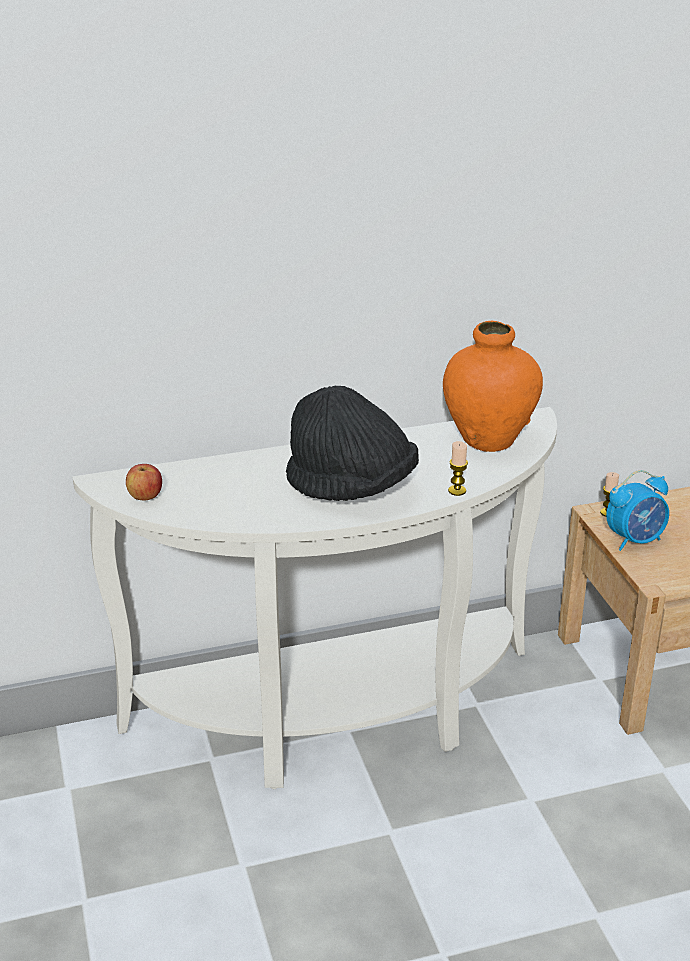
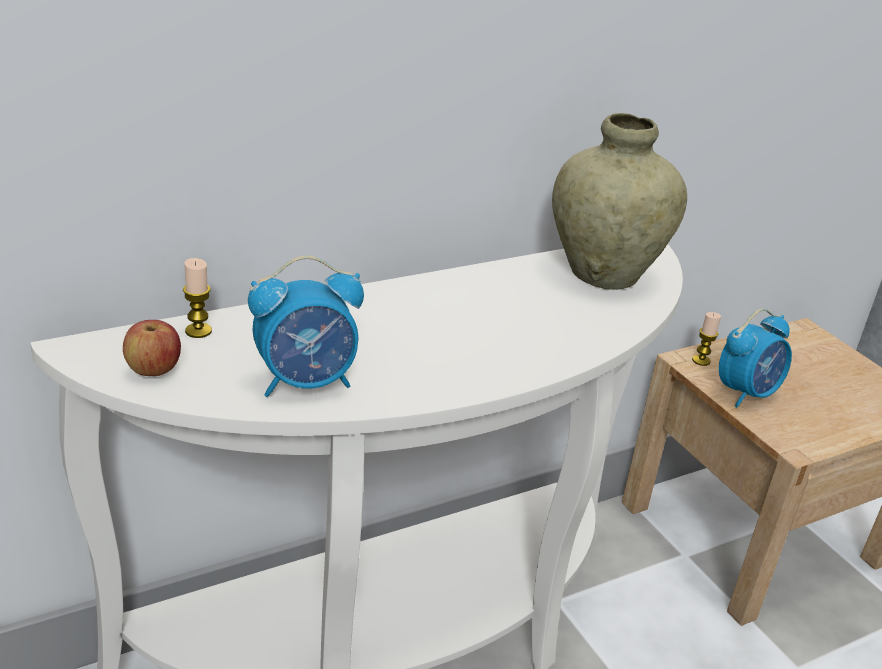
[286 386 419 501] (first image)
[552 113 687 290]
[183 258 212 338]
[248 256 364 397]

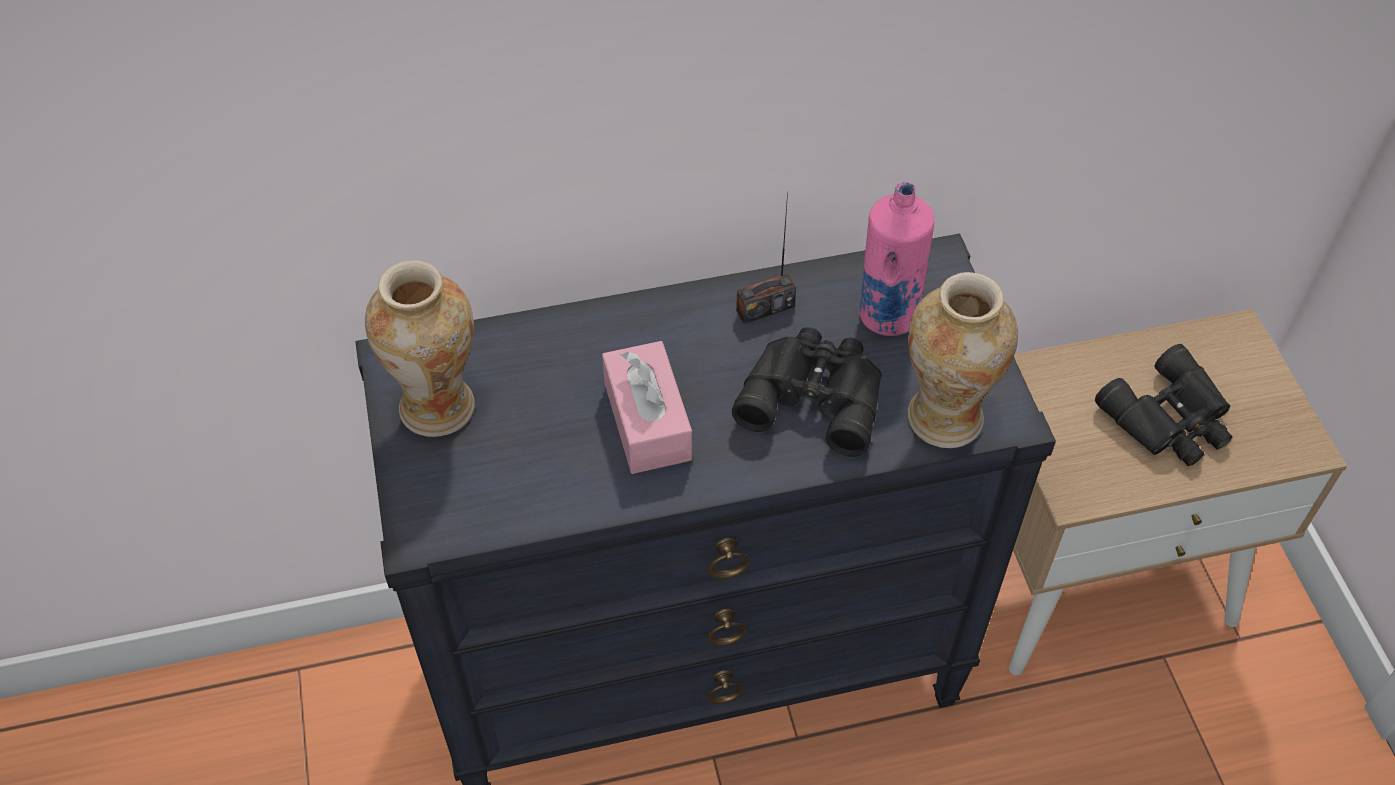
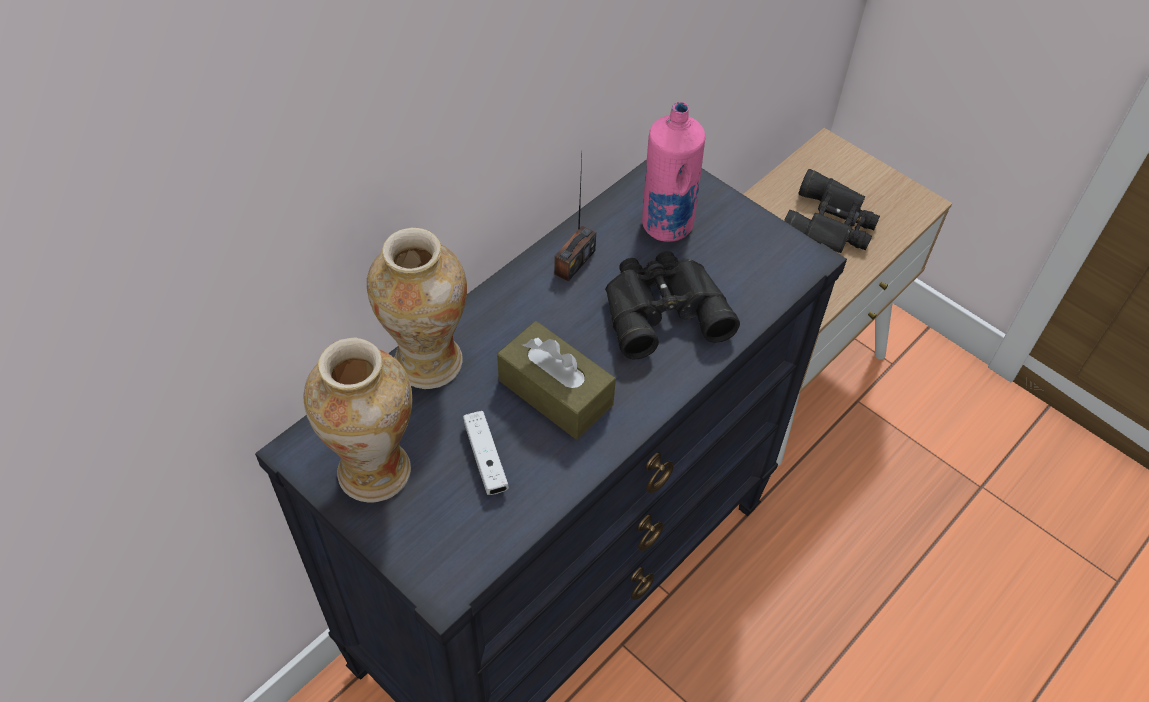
[497 321 616 439]
[367 228 467 389]
[463 411 509 495]

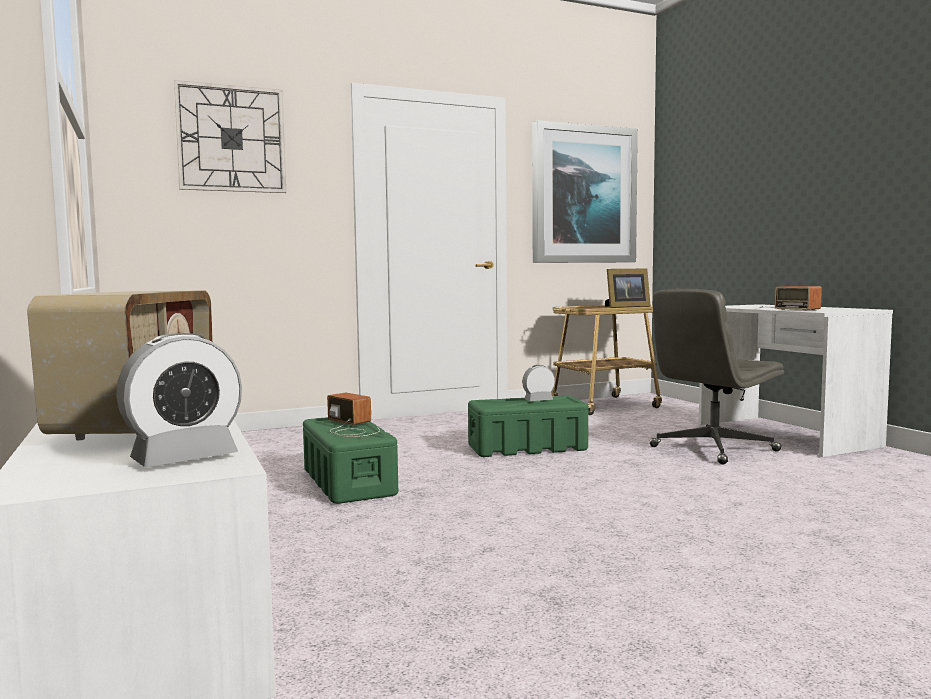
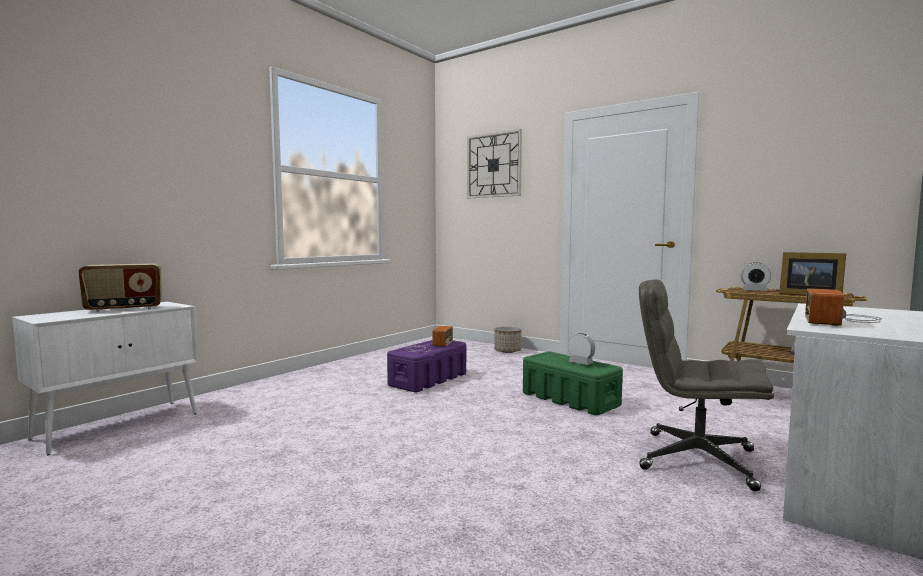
[741 262 771 291]
[387 340 466 392]
[532 120 638 263] (first image)
[494 326 522 353]

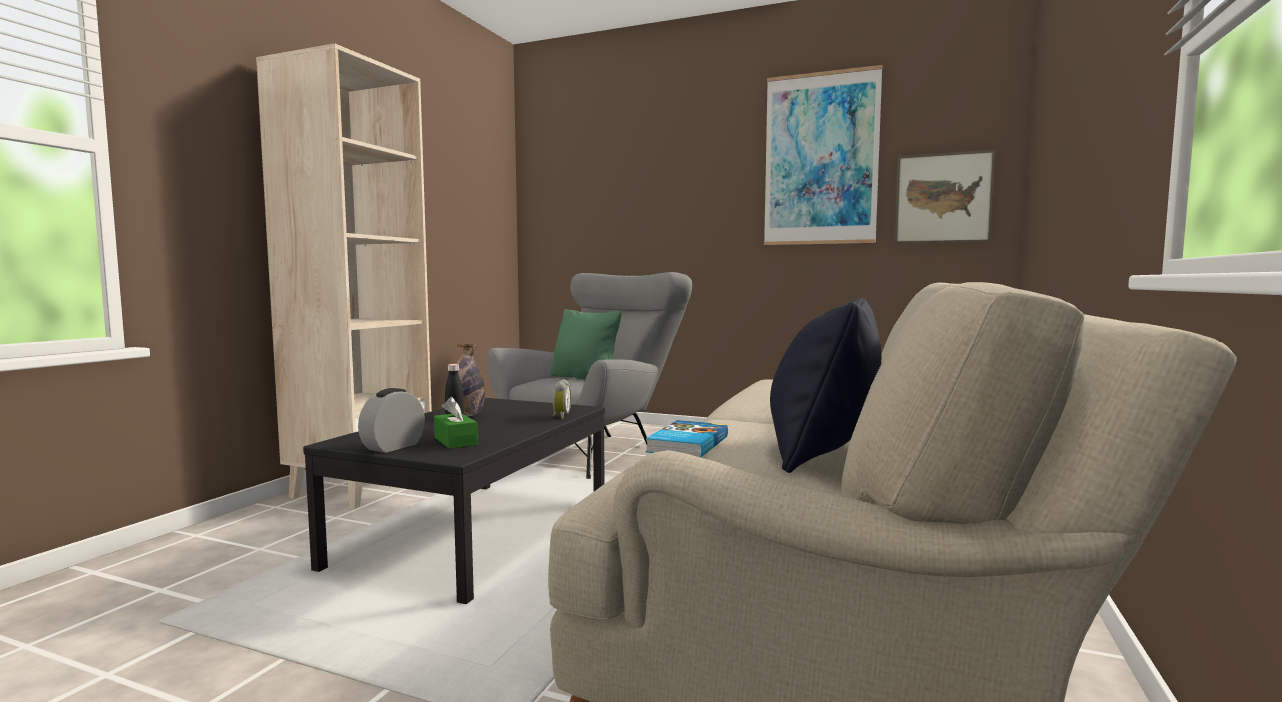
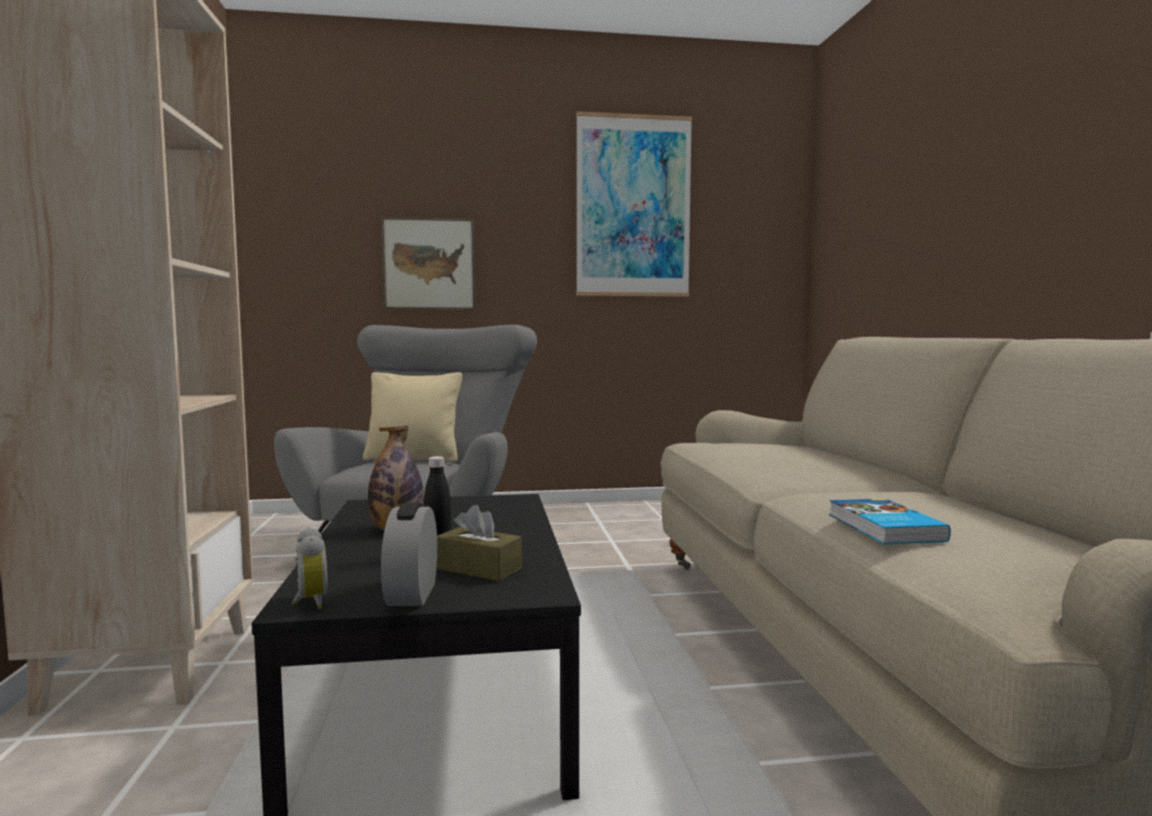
[437 505 522 581]
[363 372 462 462]
[292 527 327 609]
[770 298 881 473] (first image)
[381 216 476 310]

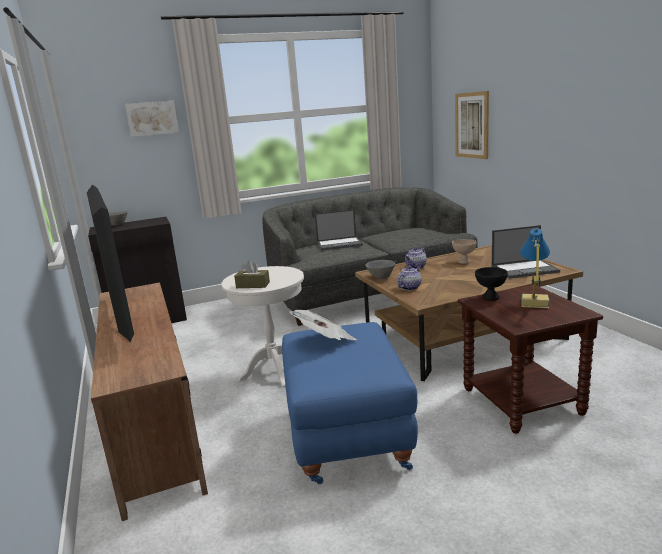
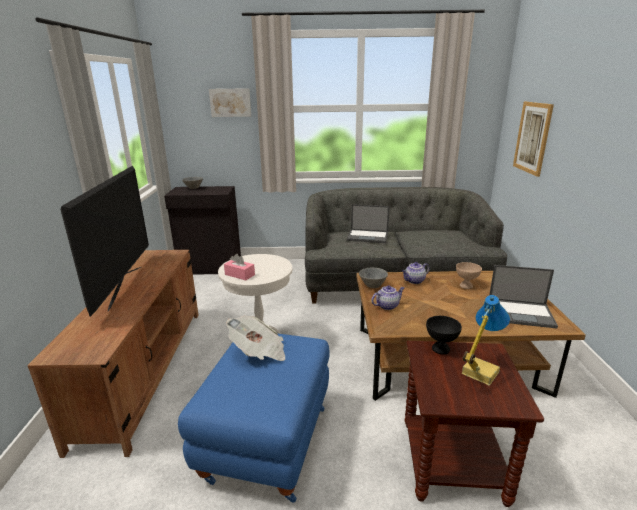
[224 254 255 280]

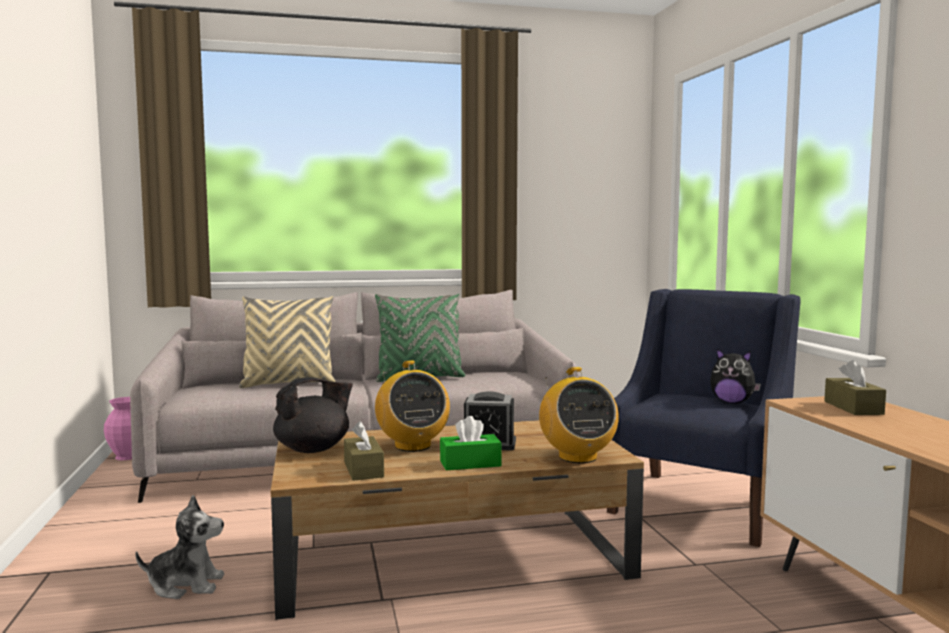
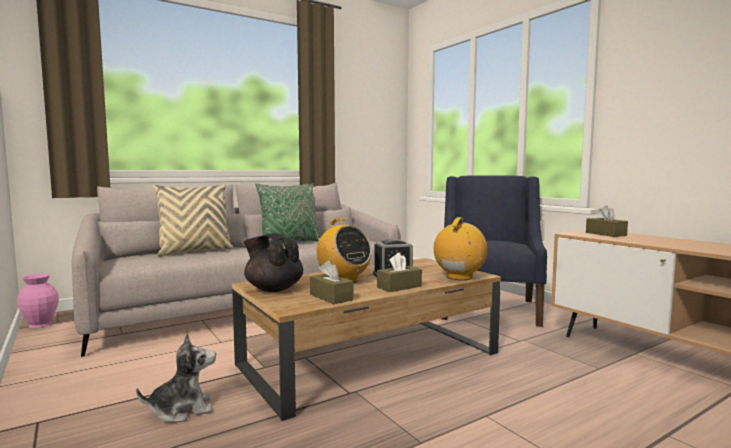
[244 233 303 292]
[377 253 422 292]
[434 217 488 280]
[710 348 761 403] (first image)

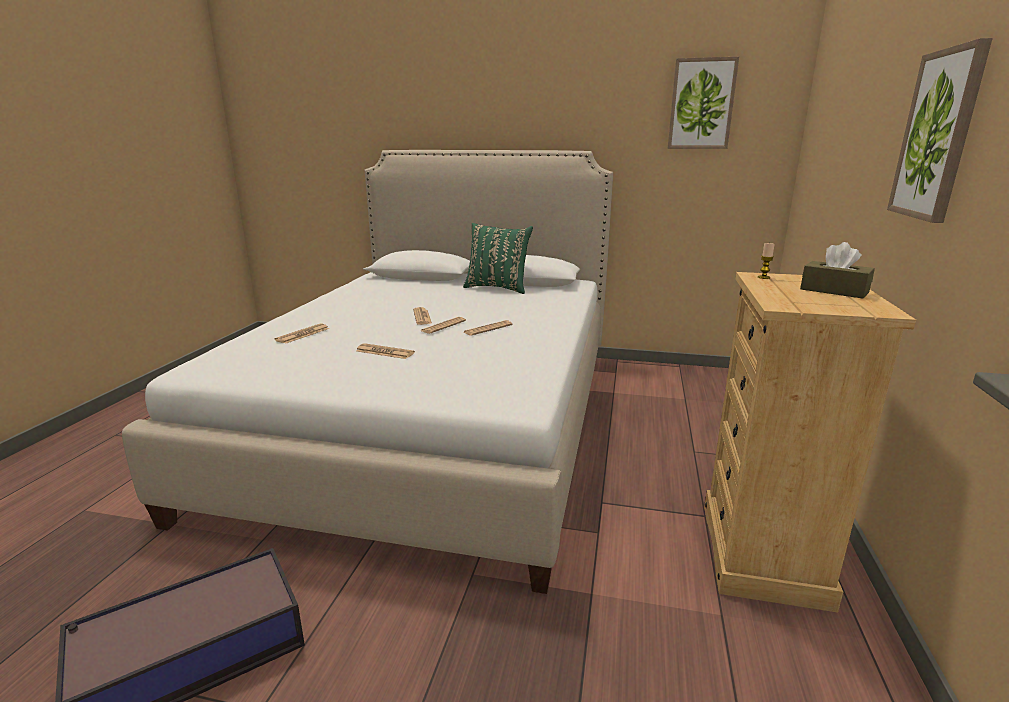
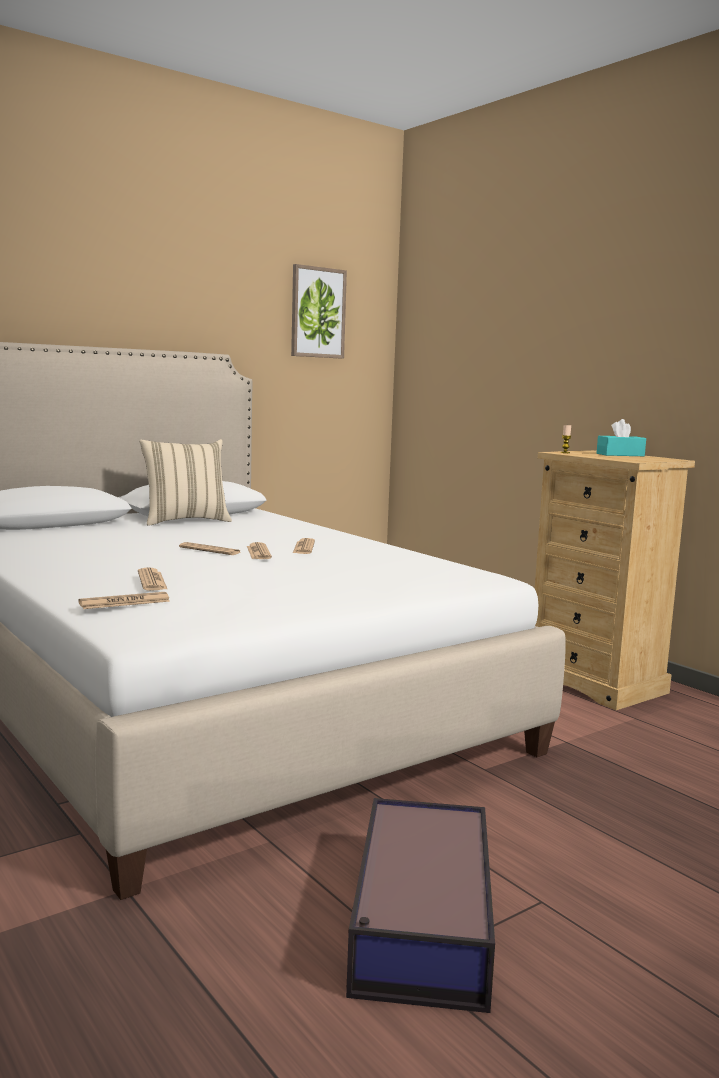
[78 592 170 609]
[139 439 232 526]
[597 419 646 456]
[887 38 993 223] (first image)

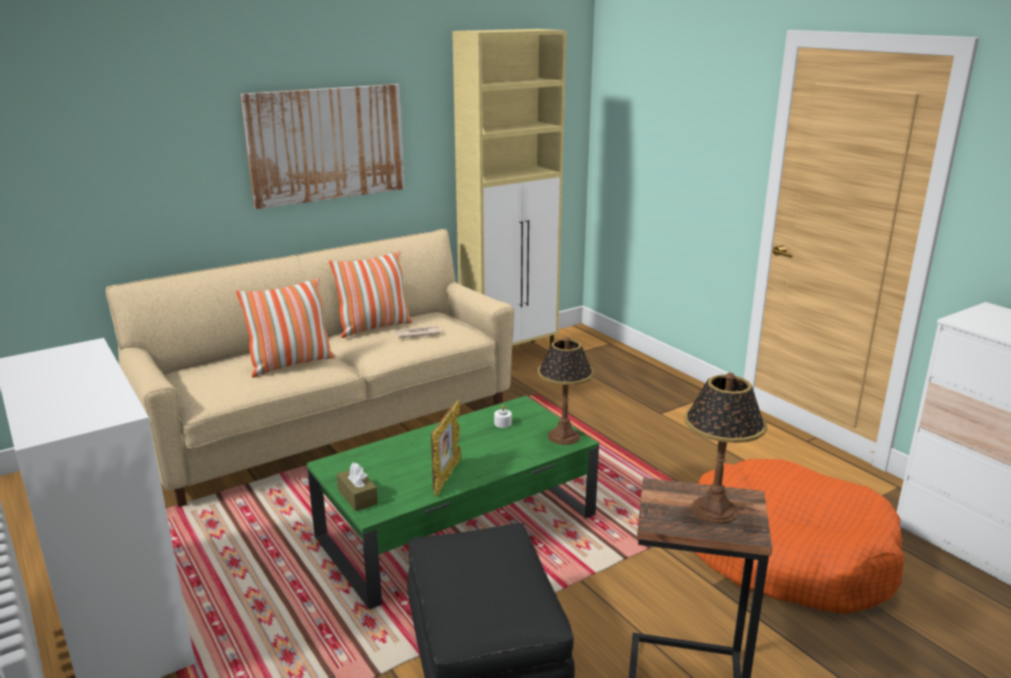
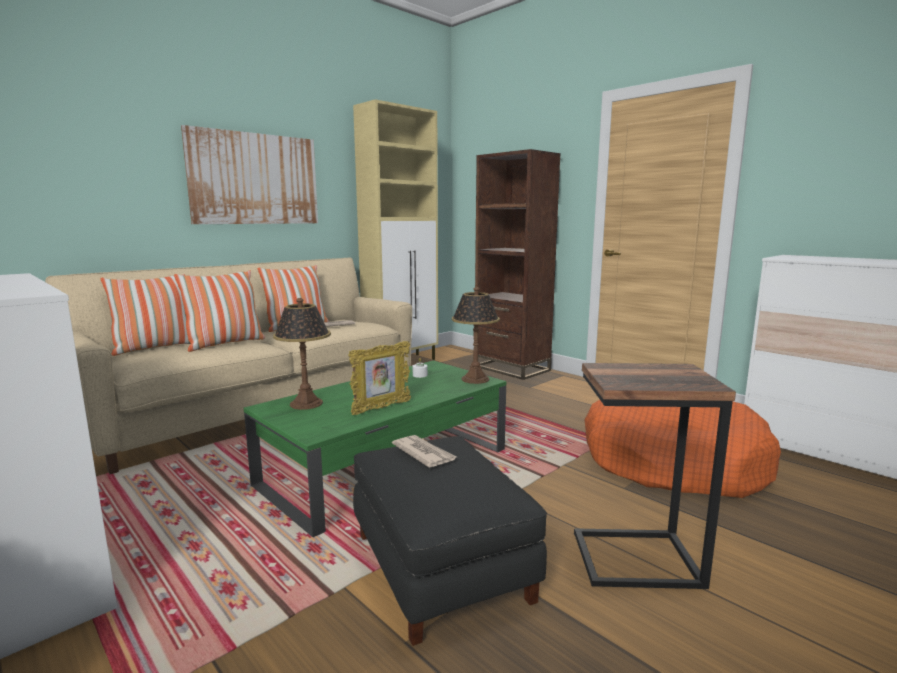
[337 463 378 511] (first image)
[348 341 411 415]
[273 298 331 410]
[101 274 191 356]
[392 435 457 468]
[475 149 561 380]

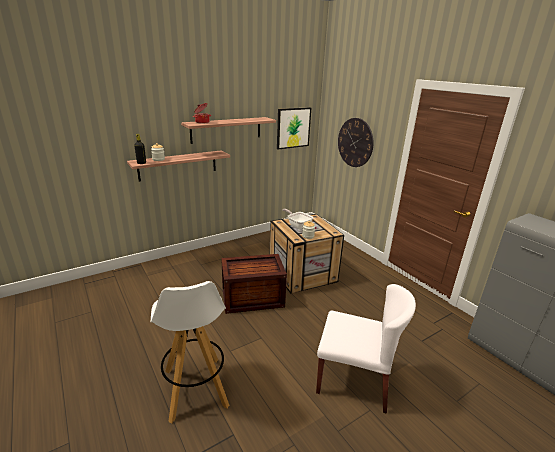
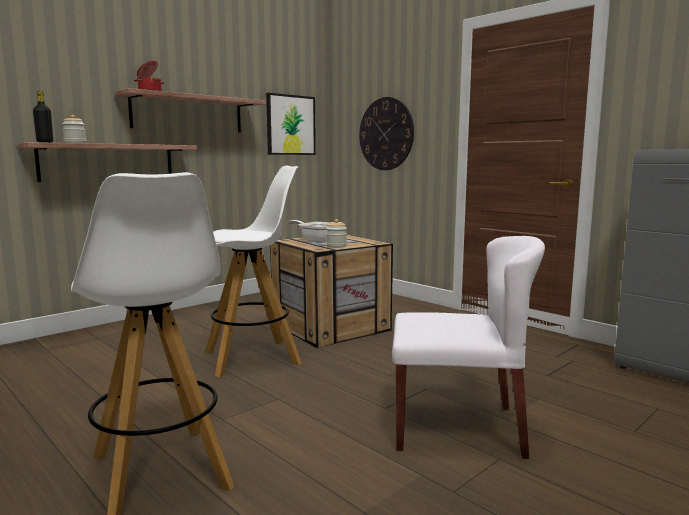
[204 166 302 377]

